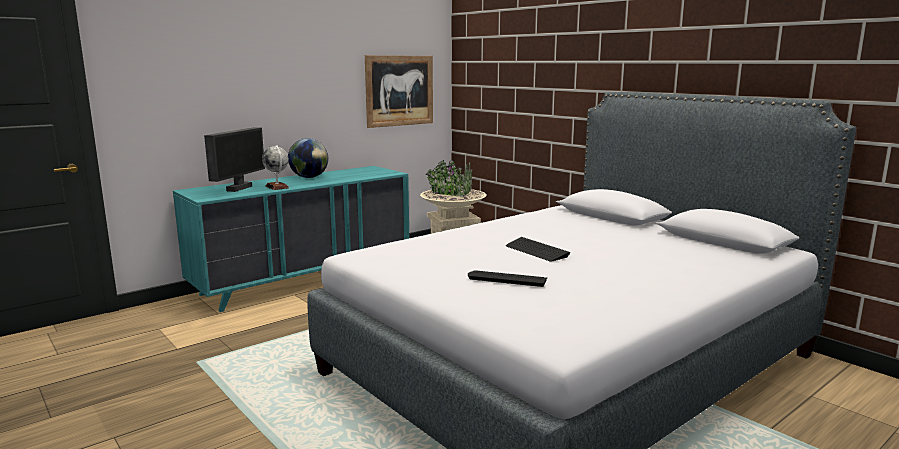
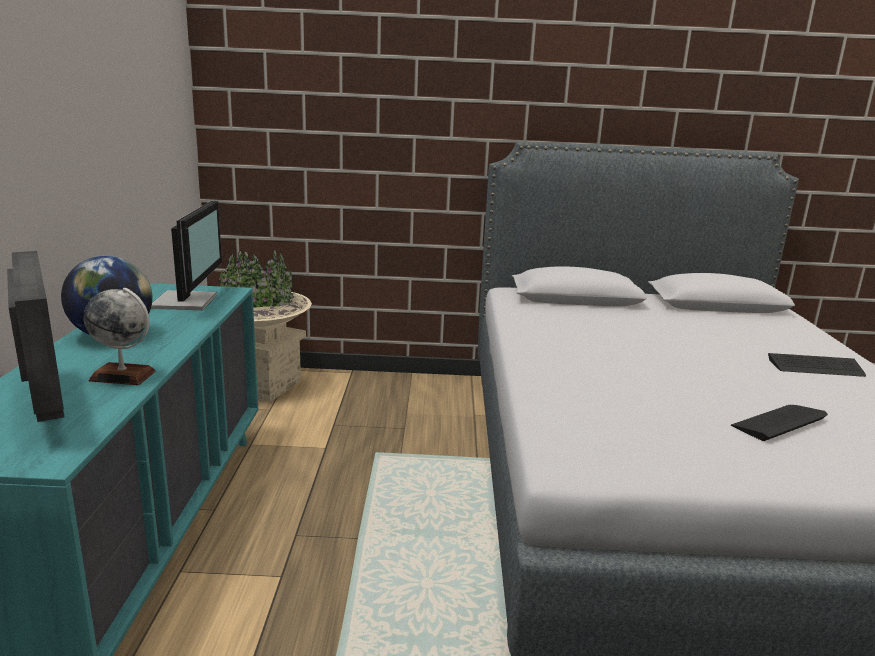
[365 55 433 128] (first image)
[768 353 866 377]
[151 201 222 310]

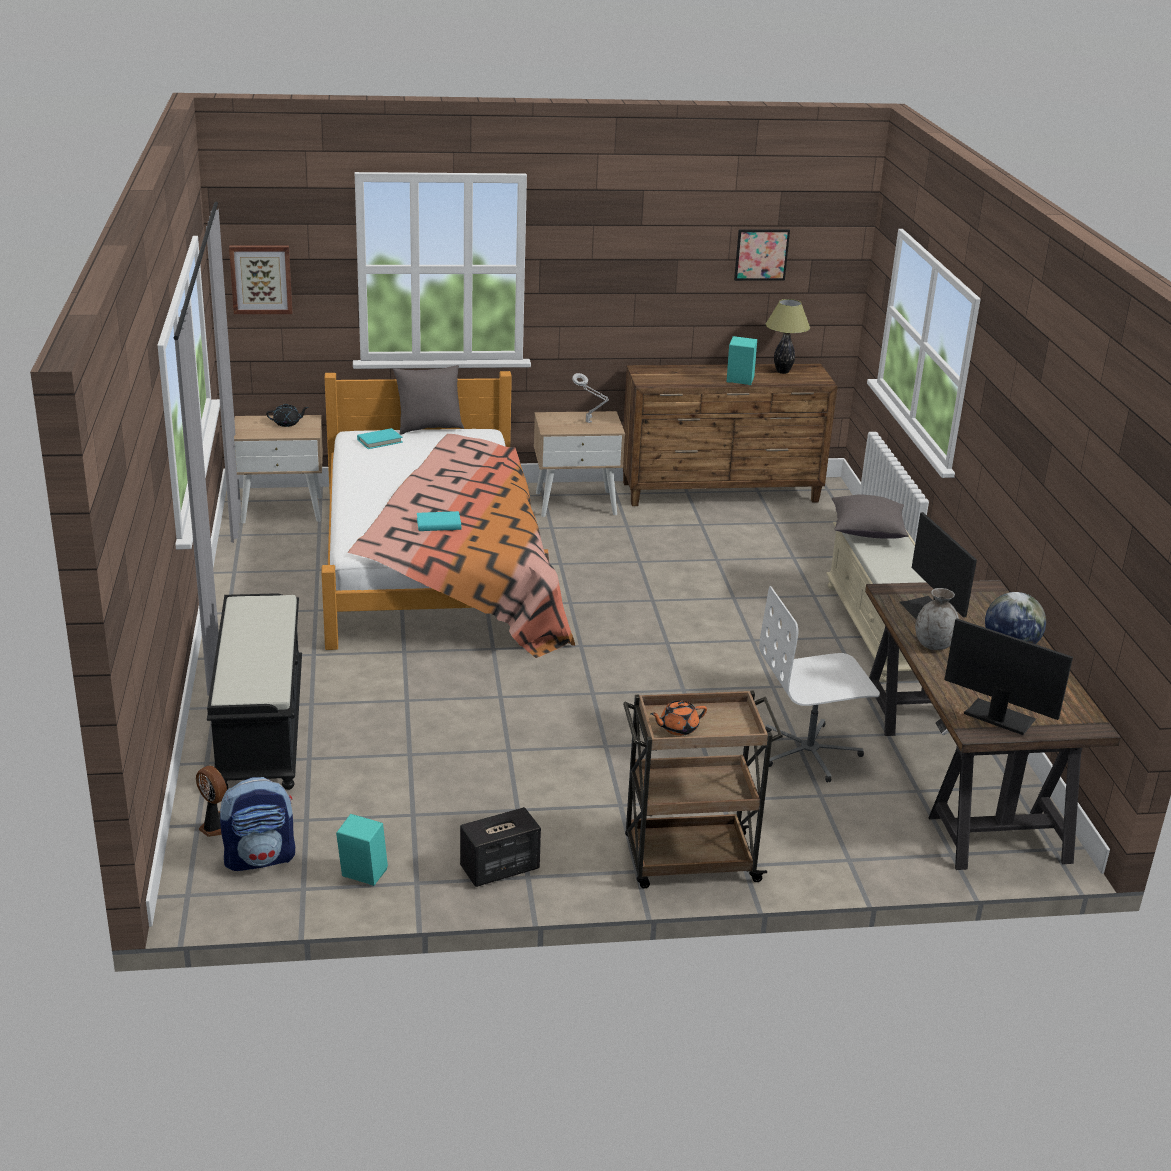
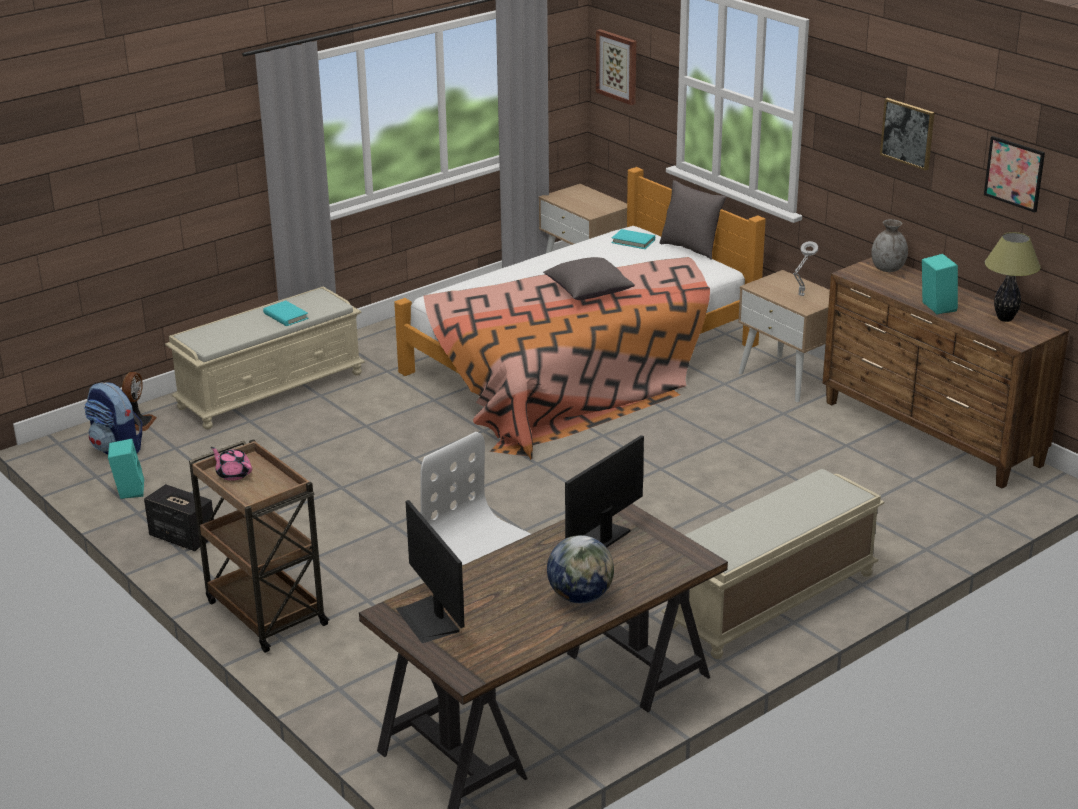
[165 286 365 429]
[266 404 308 427] (first image)
[263 301 309 326]
[211 447 252 481]
[543 257 635 300]
[871 219 908 272]
[396 500 464 643]
[880 98 935 171]

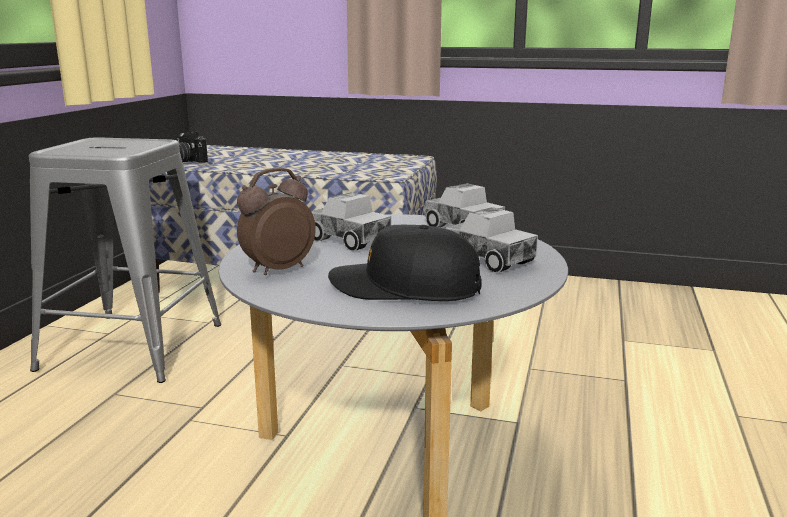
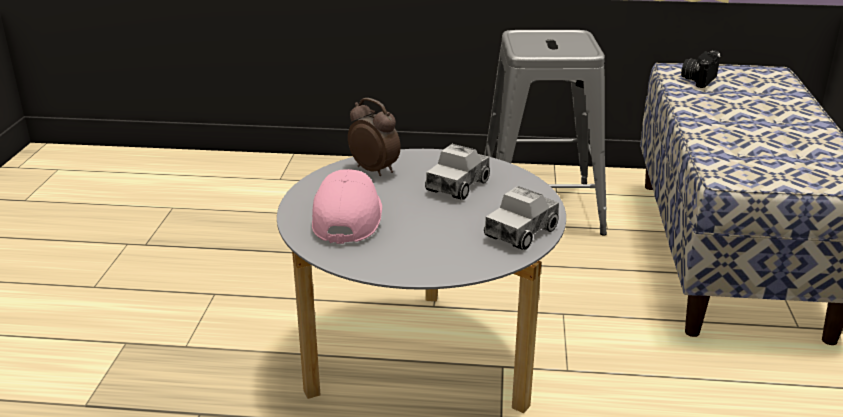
[312 169 382 244]
[444 207 538 273] (first image)

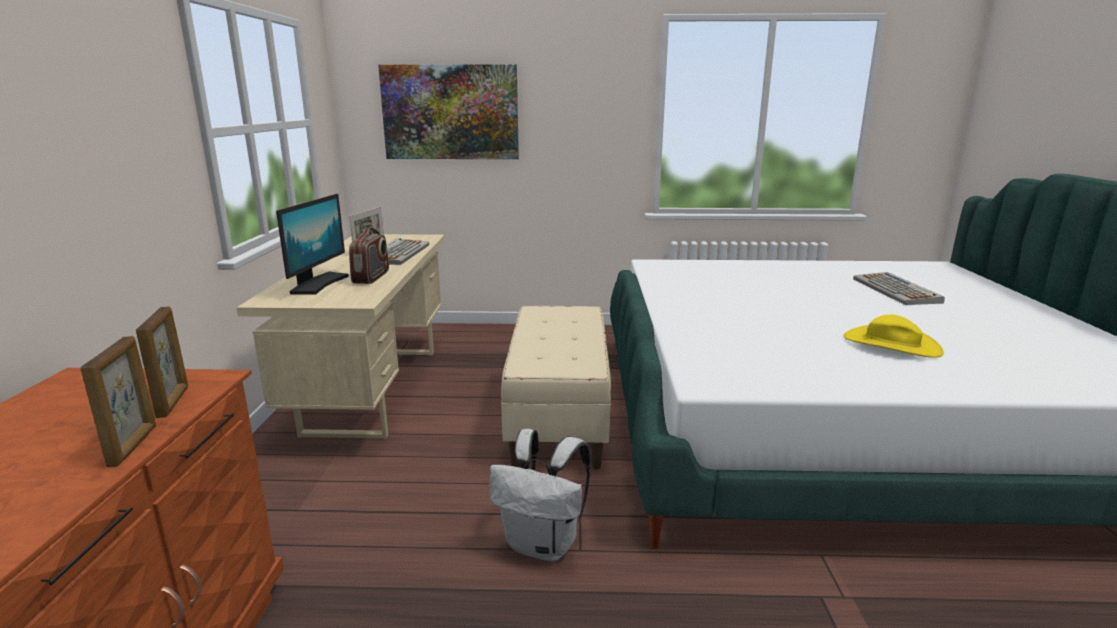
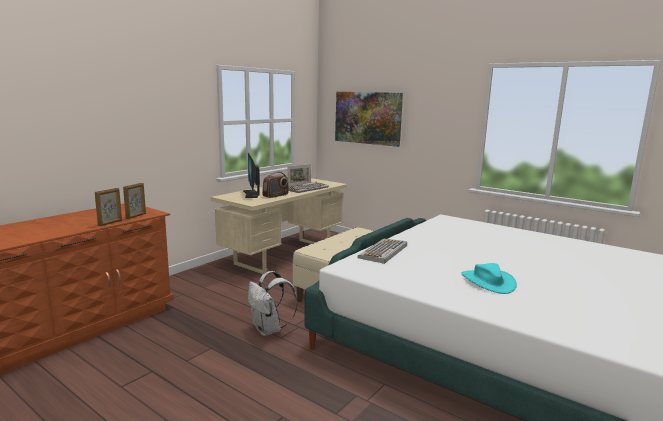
[243 153 260 198]
[461 263 517 294]
[358 239 407 264]

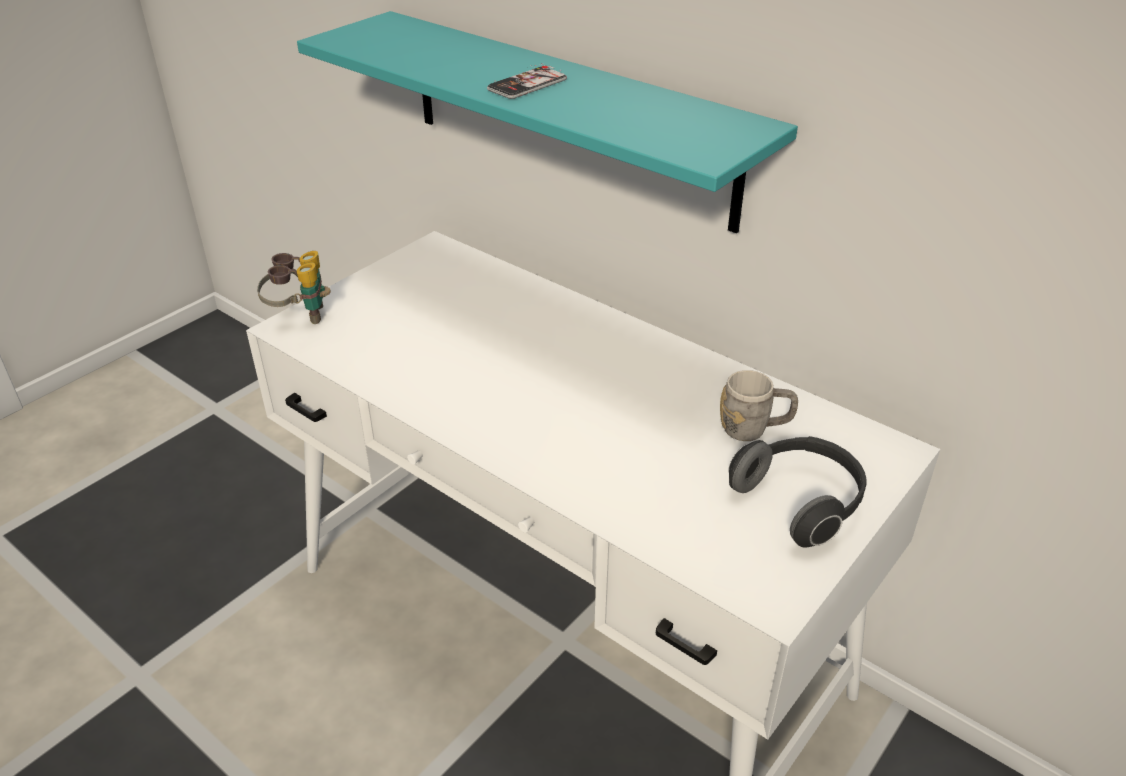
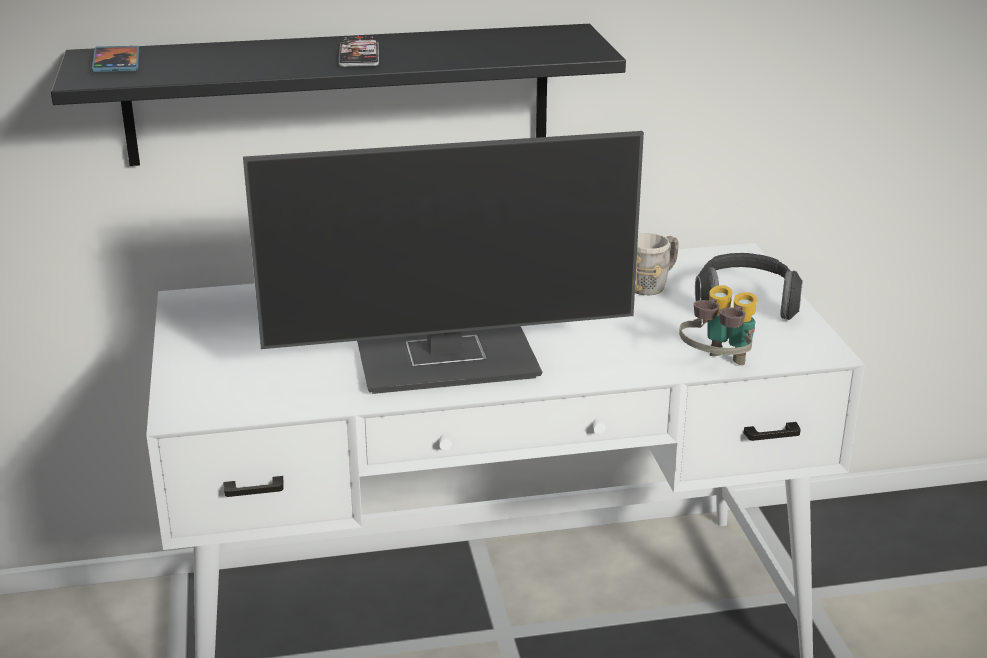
[679 285 757 366]
[51 24 626 166]
[92 46 139 72]
[243 131 644 394]

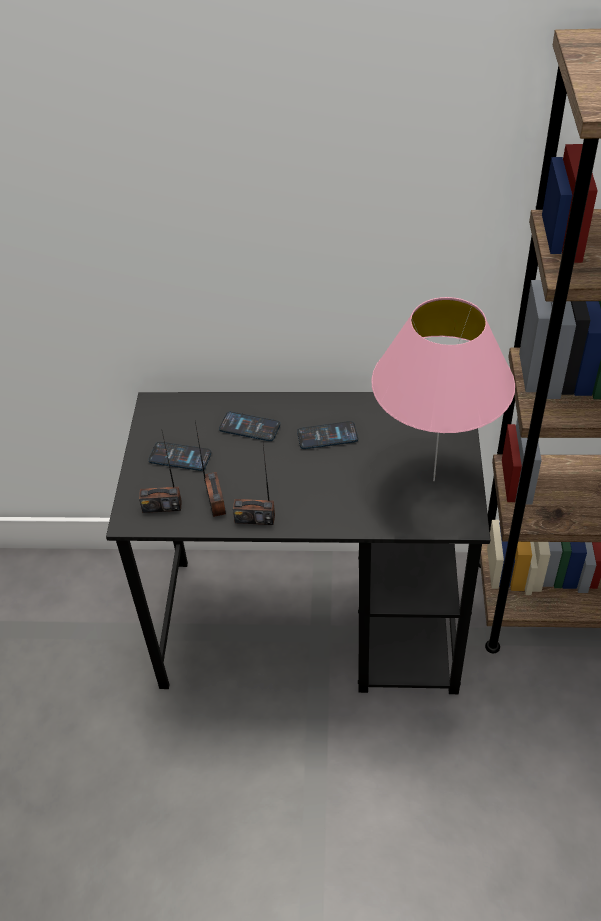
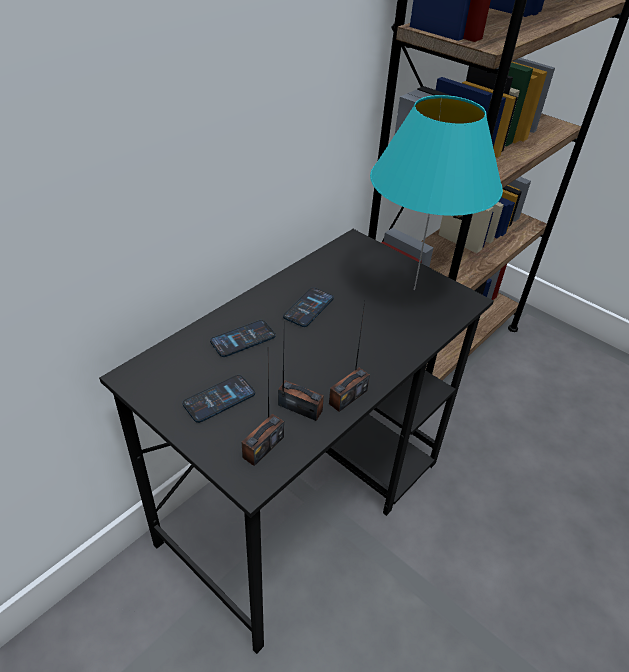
[370 95 503 290]

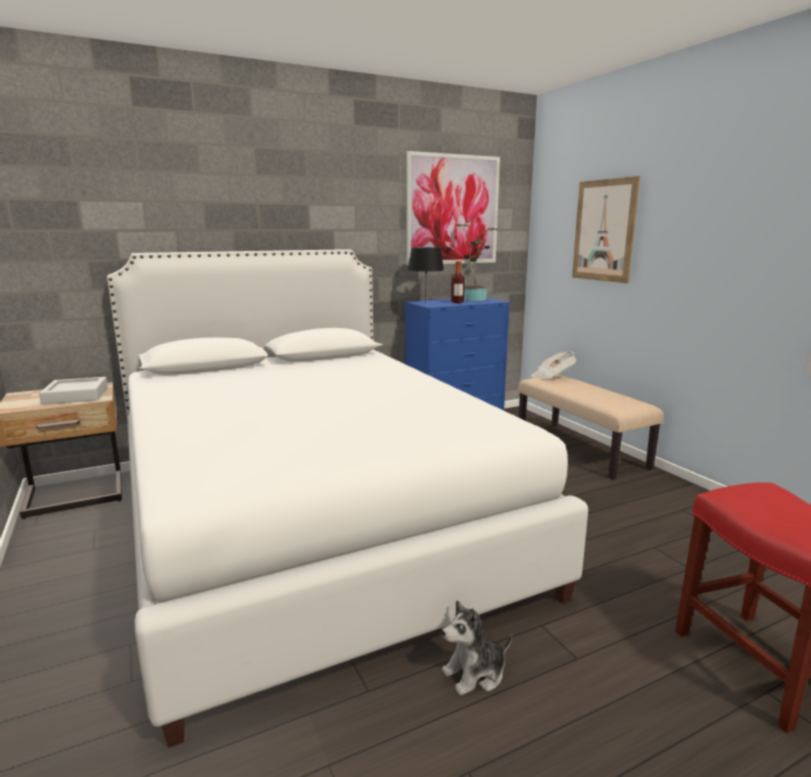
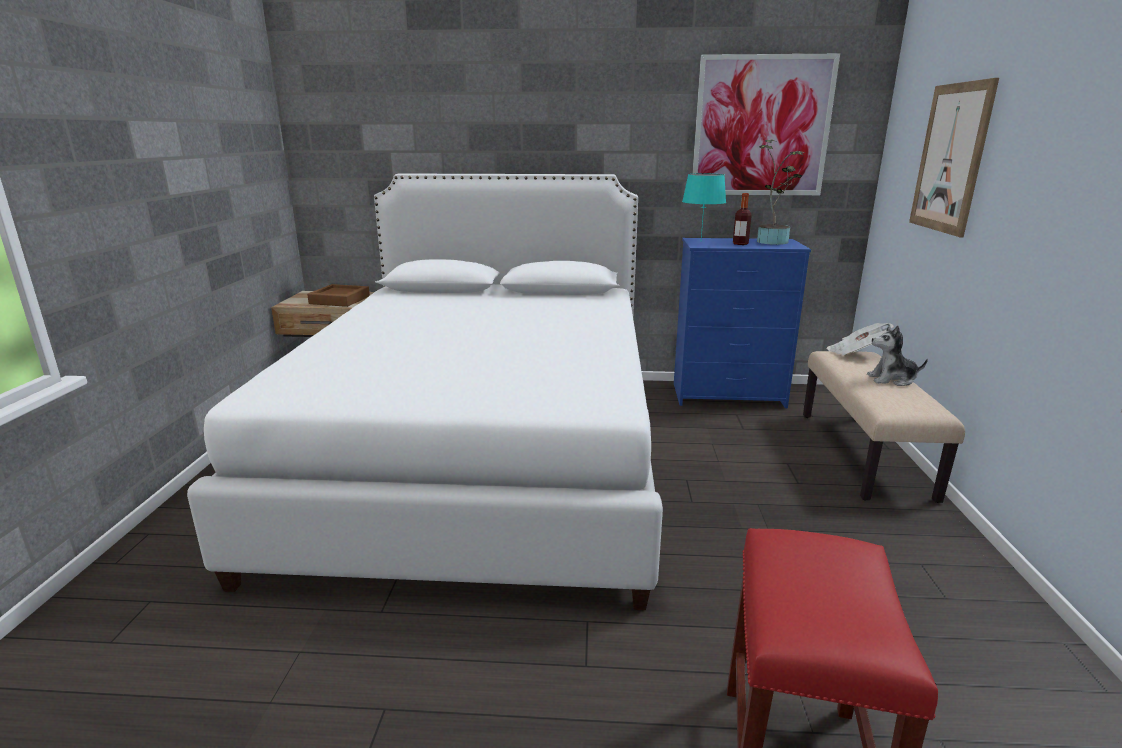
[307 284 370 307]
[682 173 726 239]
[867 325 928 386]

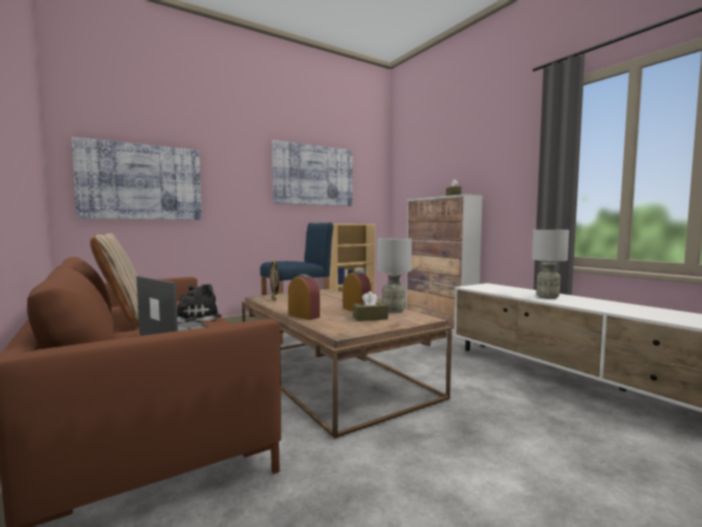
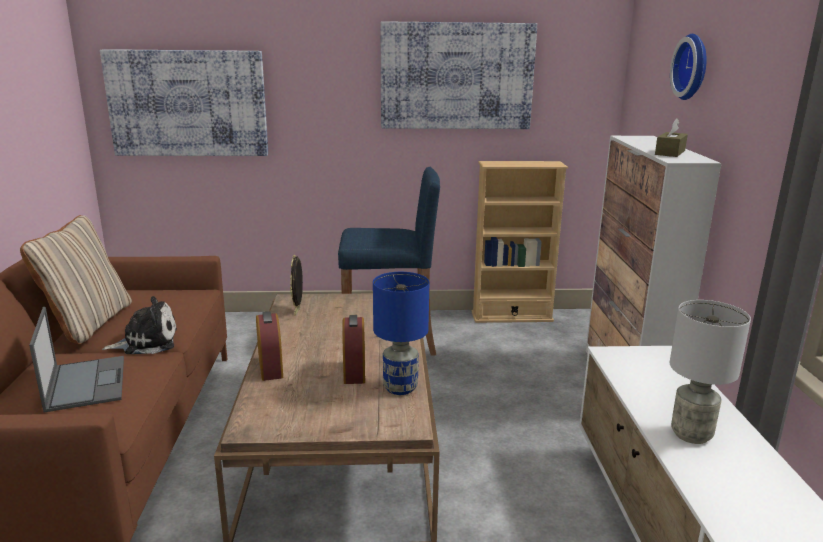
[353 291 388 321] (first image)
[373 272 429 395]
[670 34 707 100]

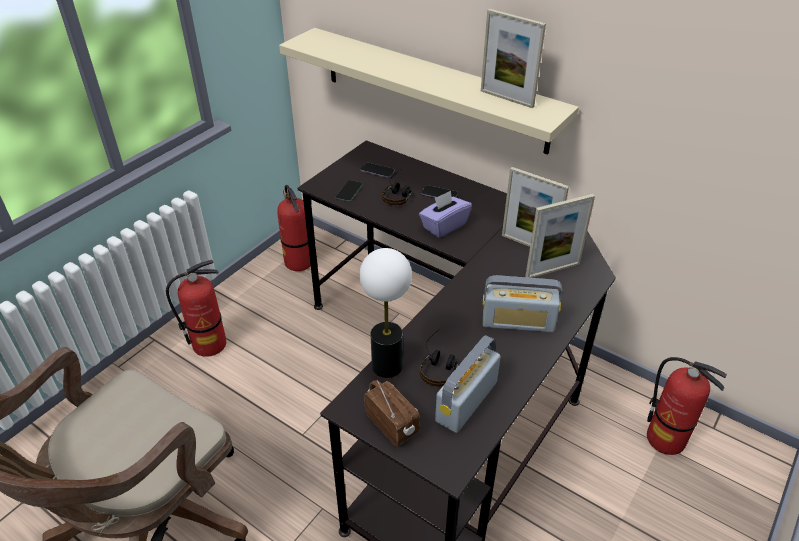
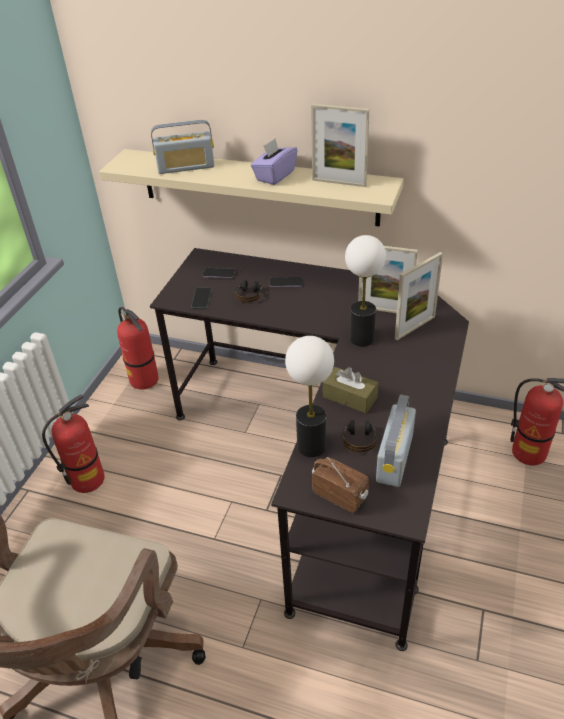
[251 138 297 185]
[151 120 214 174]
[323 367 378 413]
[345 235 386 346]

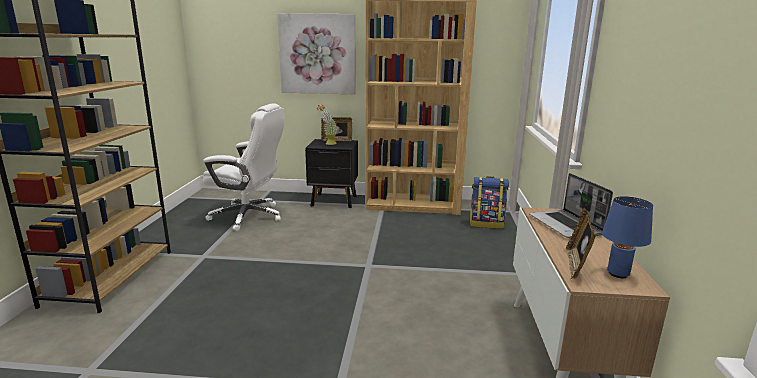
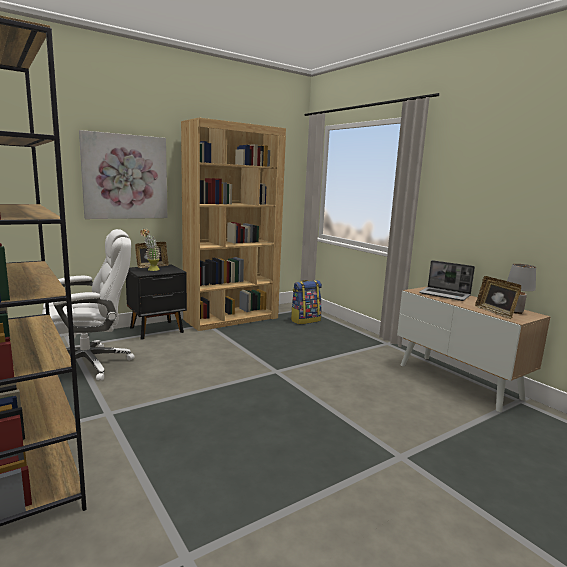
[507 264 536 314]

